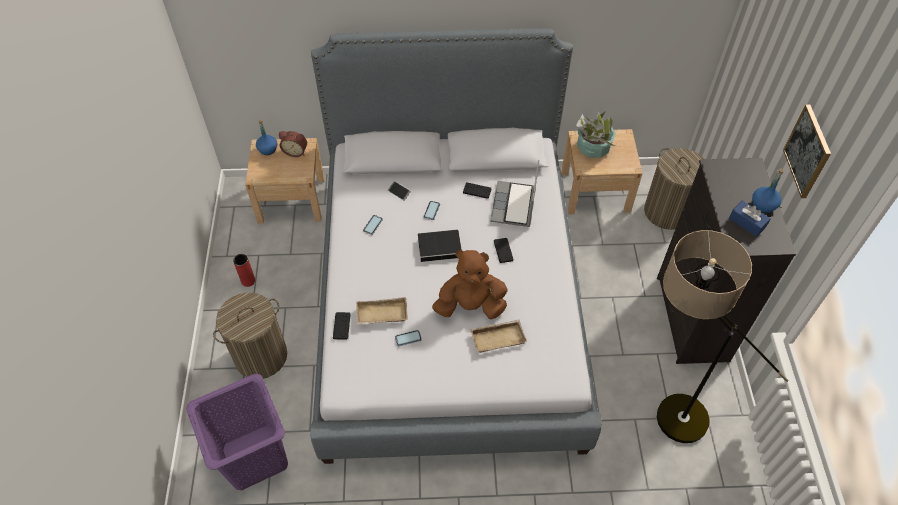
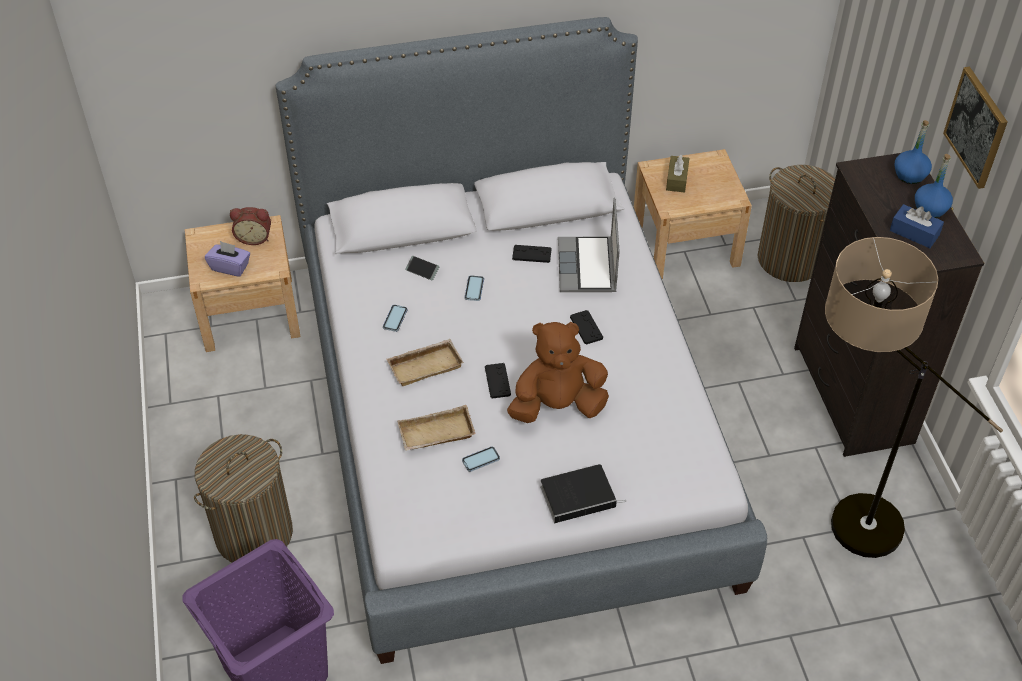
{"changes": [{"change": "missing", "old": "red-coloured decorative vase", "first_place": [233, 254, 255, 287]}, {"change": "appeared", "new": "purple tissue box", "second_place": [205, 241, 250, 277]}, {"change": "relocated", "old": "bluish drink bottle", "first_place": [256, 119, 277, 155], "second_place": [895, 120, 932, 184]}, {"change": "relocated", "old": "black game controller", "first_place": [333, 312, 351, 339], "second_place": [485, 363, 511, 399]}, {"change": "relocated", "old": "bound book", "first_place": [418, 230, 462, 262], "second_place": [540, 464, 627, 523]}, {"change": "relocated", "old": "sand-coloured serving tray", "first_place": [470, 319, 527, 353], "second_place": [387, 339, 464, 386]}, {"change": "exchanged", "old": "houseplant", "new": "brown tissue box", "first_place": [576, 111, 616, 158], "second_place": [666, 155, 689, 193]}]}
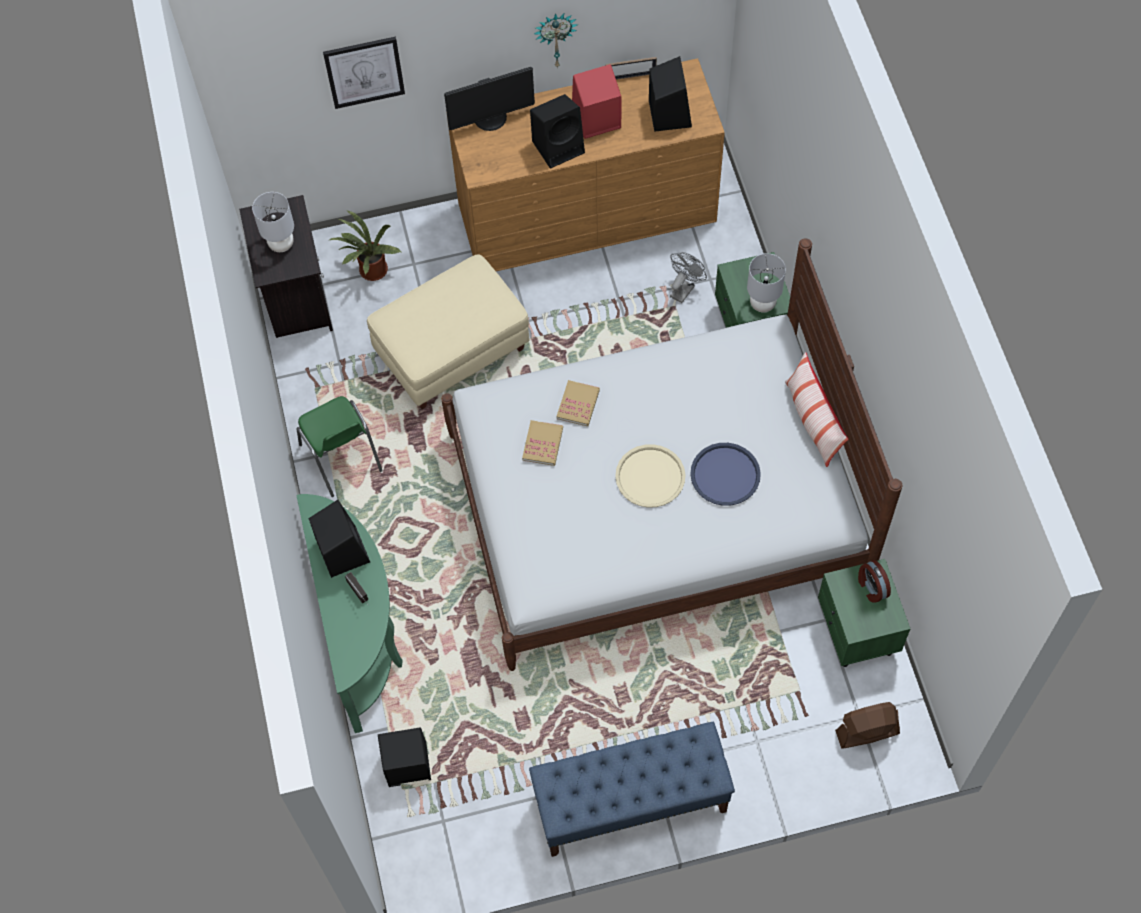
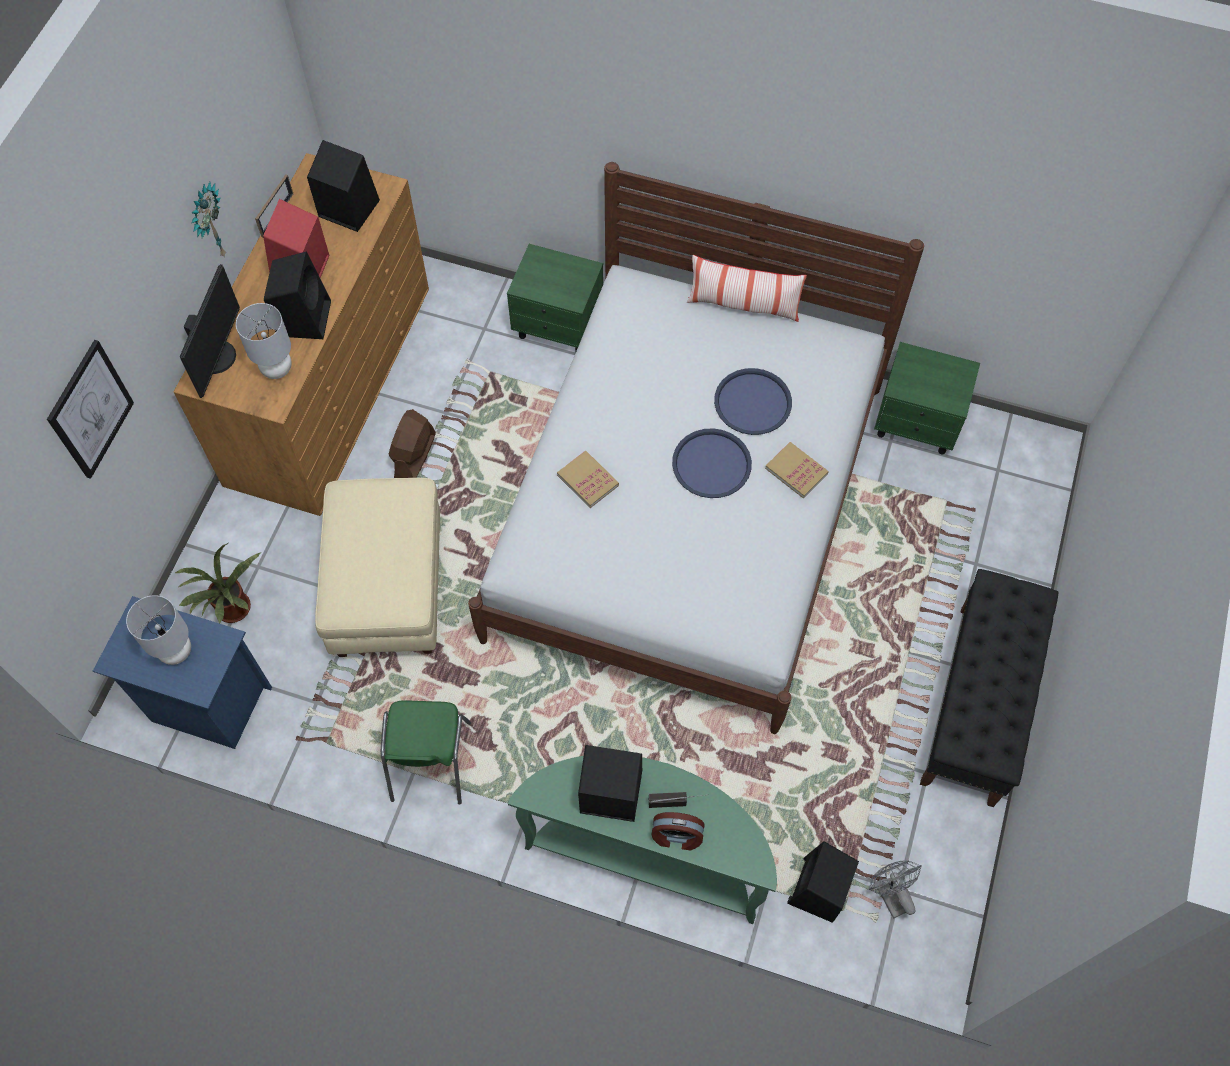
{"changes": [{"change": "relocated", "old": "bound book", "first_place": [522, 420, 563, 466], "second_place": [765, 442, 829, 499]}, {"change": "relocated", "old": "greyish fan", "first_place": [670, 252, 707, 303], "second_place": [869, 860, 922, 919]}, {"change": "relocated", "old": "greyish lamp for a table", "first_place": [747, 253, 786, 312], "second_place": [236, 303, 292, 379]}, {"change": "relocated", "old": "brown fan", "first_place": [835, 702, 900, 748], "second_place": [389, 409, 436, 478]}, {"change": "relocated", "old": "bedside clock", "first_place": [858, 560, 891, 603], "second_place": [651, 812, 705, 851]}, {"change": "colour", "old": "black bedside table", "new": "bluish bedside table", "first_place": [239, 195, 333, 338], "second_place": [93, 596, 272, 749]}, {"change": "colour", "old": "bluish indoor bench", "new": "black indoor bench", "first_place": [529, 722, 735, 857], "second_place": [920, 569, 1059, 807]}, {"change": "colour", "old": "sand-coloured serving tray", "new": "bluish serving tray", "first_place": [615, 444, 685, 507], "second_place": [672, 428, 752, 498]}, {"change": "spun", "old": "green upright chair", "first_place": [297, 396, 383, 497], "second_place": [381, 700, 471, 805], "degrees": 90}]}
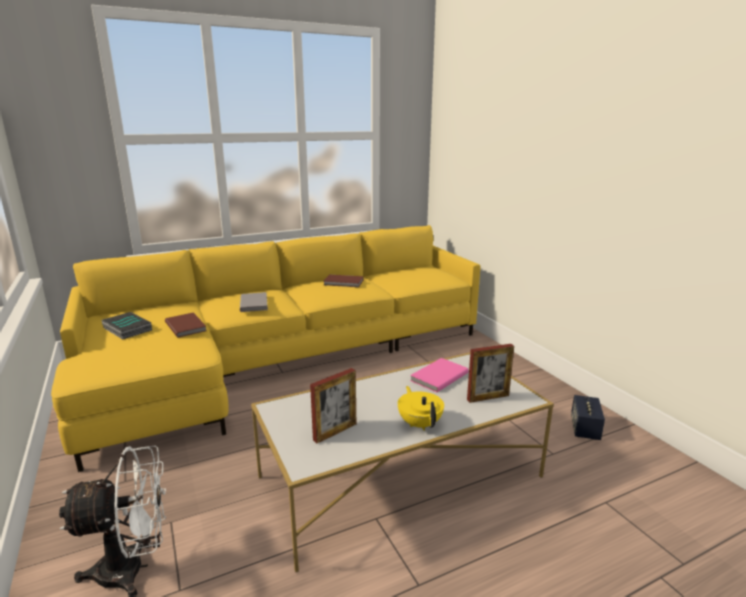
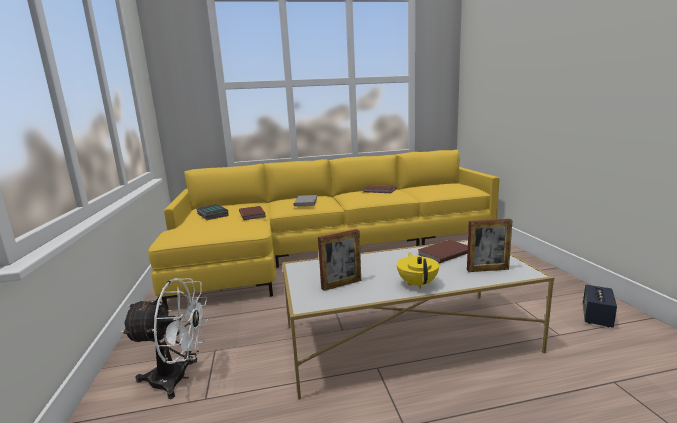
{"changes": [{"change": "colour", "old": "pink bound book", "new": "brown bound book", "first_place": [410, 358, 469, 393], "second_place": [418, 240, 468, 264]}]}
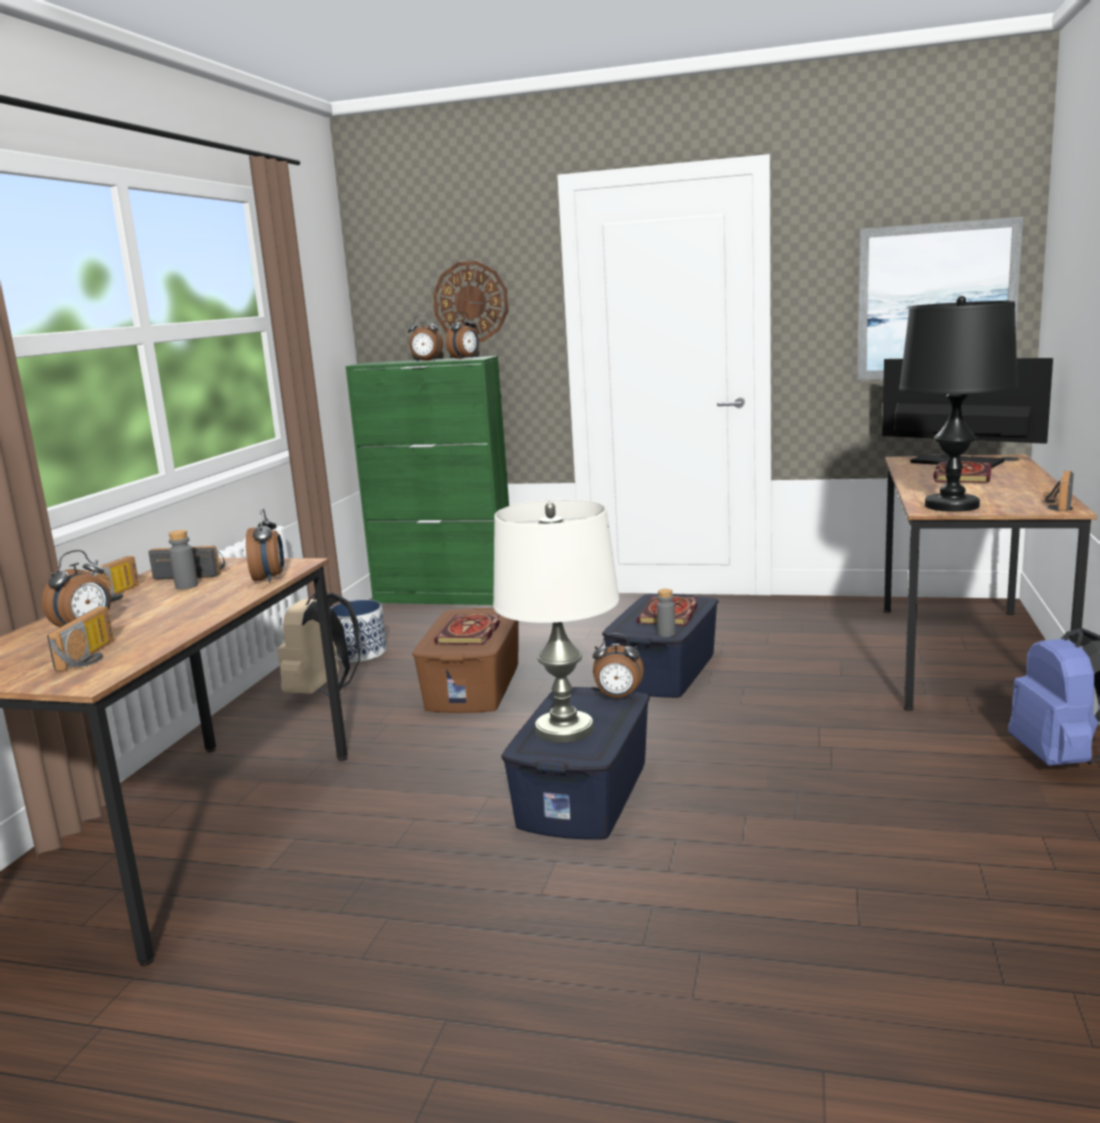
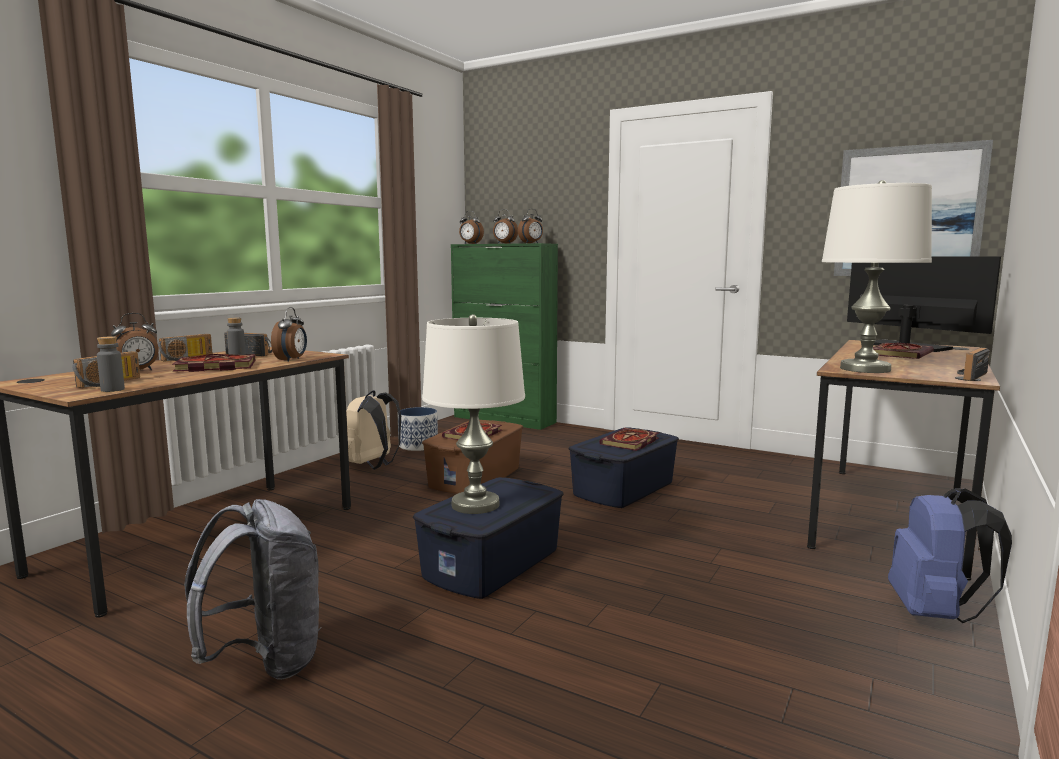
{"changes": [{"change": "missing", "old": "wall clock", "first_place": [433, 261, 509, 342]}, {"change": "appeared", "new": "bound book", "second_place": [172, 354, 255, 372]}, {"change": "appeared", "new": "greyish rucksack", "second_place": [184, 499, 322, 680]}, {"change": "relocated", "old": "bedside clock", "first_place": [593, 633, 644, 698], "second_place": [459, 211, 484, 244]}, {"change": "relocated", "old": "greyish drink bottle", "first_place": [657, 589, 675, 637], "second_place": [97, 336, 125, 392]}, {"change": "colour", "old": "black lamp for a table", "new": "whitish lamp for a table", "first_place": [899, 296, 1018, 512], "second_place": [822, 180, 932, 373]}]}
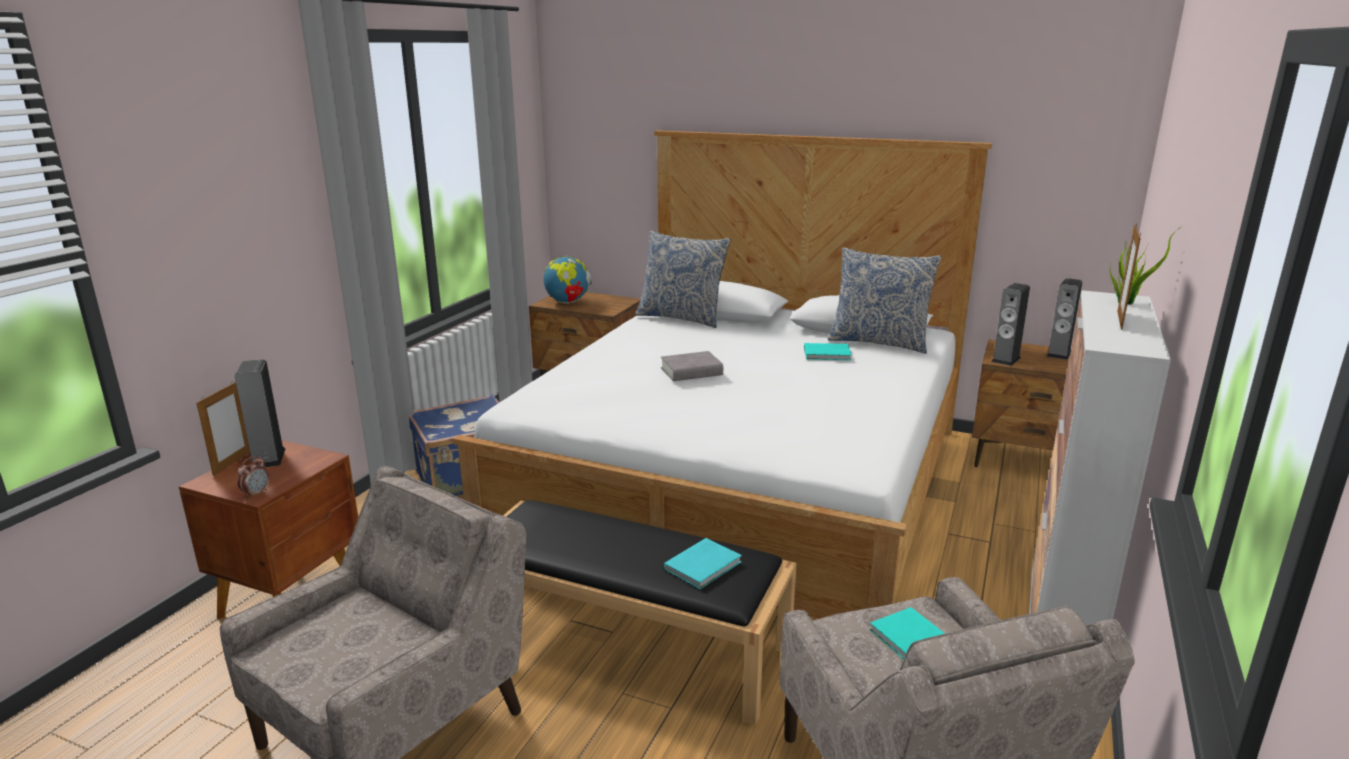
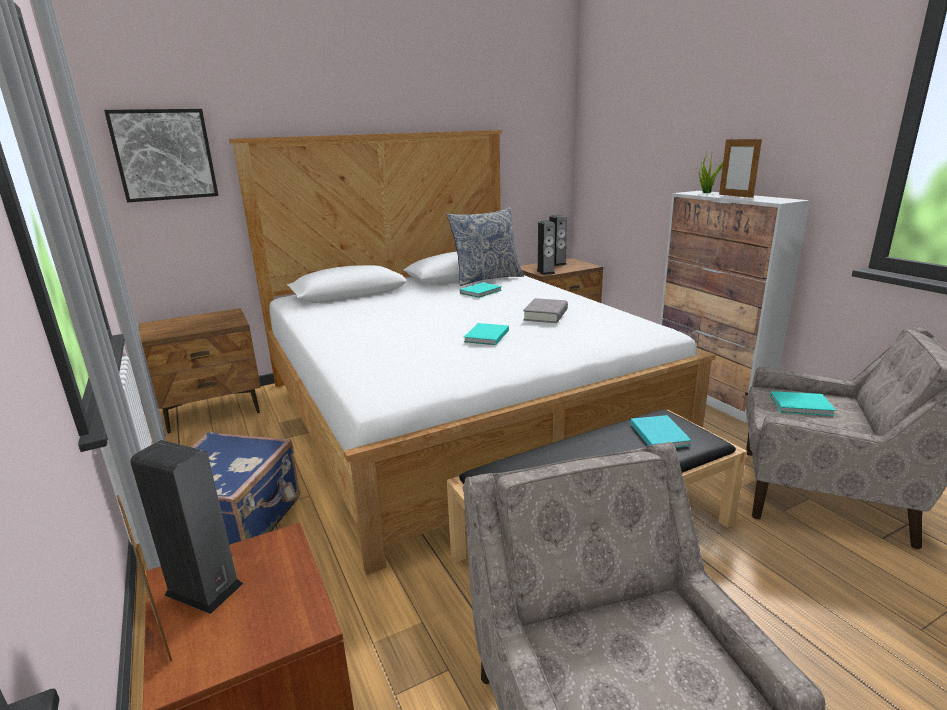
{"changes": [{"change": "missing", "old": "bedside clock", "first_place": [237, 456, 269, 499]}, {"change": "missing", "old": "world globe", "first_place": [543, 256, 591, 304]}, {"change": "missing", "old": "throw pillow", "first_place": [635, 231, 731, 328]}, {"change": "appeared", "new": "wall art", "second_place": [104, 109, 219, 202]}, {"change": "appeared", "new": "turquoise bound book", "second_place": [464, 323, 509, 345]}, {"change": "relocated", "old": "greyish bound book", "first_place": [661, 351, 723, 381], "second_place": [523, 298, 568, 323]}]}
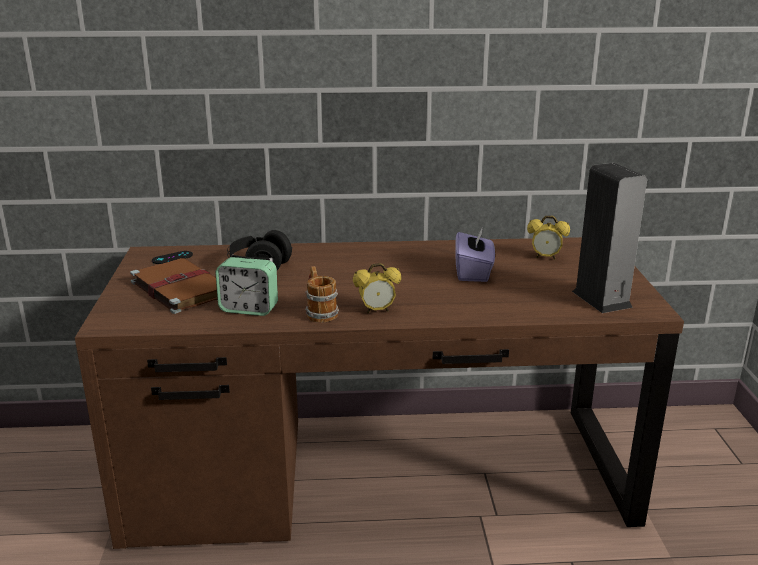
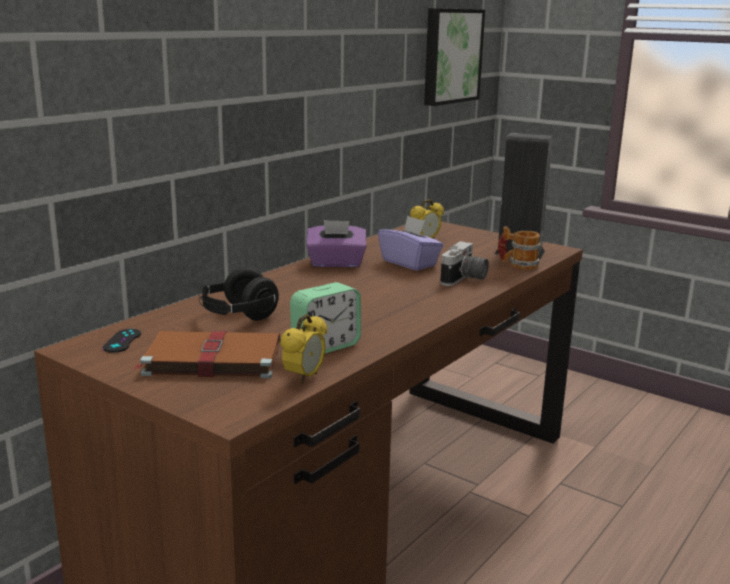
{"changes": [{"change": "appeared", "new": "purple tissue box", "second_place": [306, 220, 366, 267]}, {"change": "appeared", "new": "wall art", "second_place": [424, 8, 485, 106]}, {"change": "appeared", "new": "still camera", "second_place": [440, 241, 489, 286]}, {"change": "relocated", "old": "tea mug", "first_place": [305, 266, 339, 323], "second_place": [498, 226, 541, 270]}, {"change": "relocated", "old": "bedside clock", "first_place": [353, 263, 401, 314], "second_place": [280, 314, 327, 384]}]}
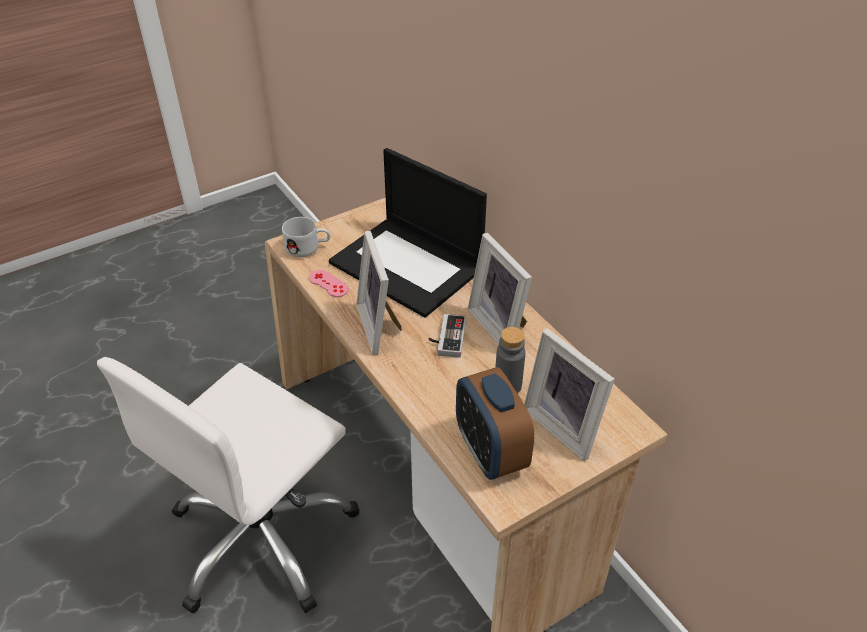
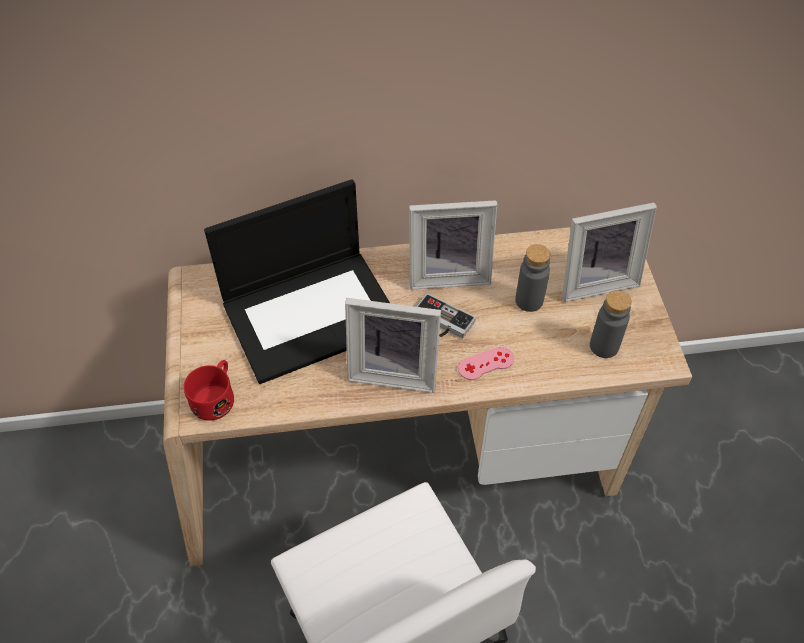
{"changes": [{"change": "relocated", "old": "pink game controller", "first_place": [309, 270, 349, 297], "second_place": [458, 347, 514, 380]}, {"change": "exchanged", "old": "bedside clock", "new": "greyish drink bottle", "first_place": [456, 367, 534, 480], "second_place": [590, 290, 632, 358]}, {"change": "colour", "old": "whitish tea mug", "new": "red-coloured tea mug", "first_place": [282, 217, 330, 257], "second_place": [184, 360, 234, 421]}]}
